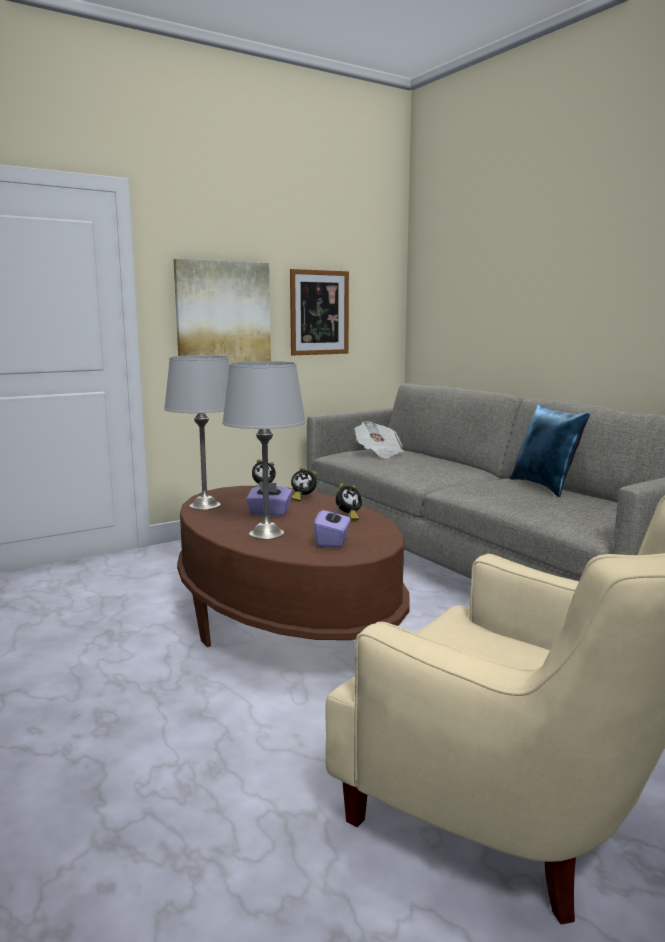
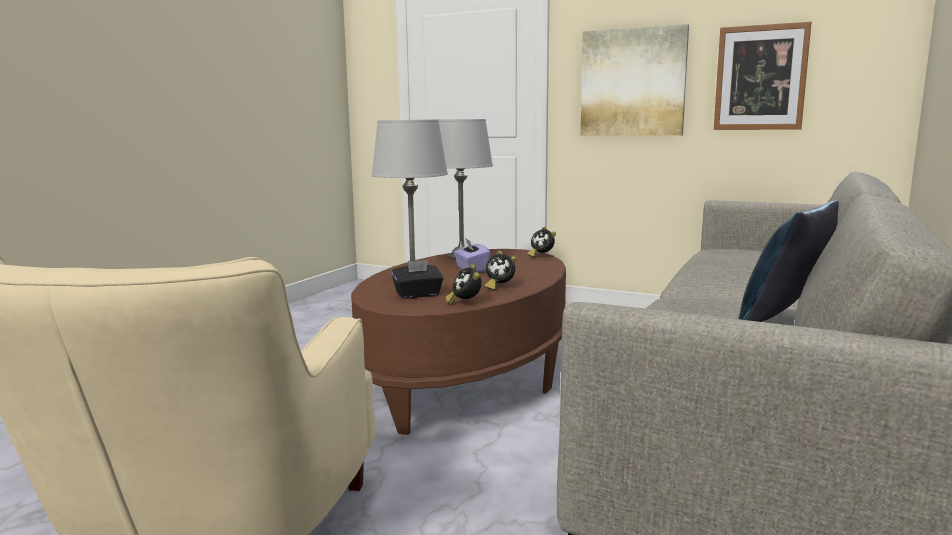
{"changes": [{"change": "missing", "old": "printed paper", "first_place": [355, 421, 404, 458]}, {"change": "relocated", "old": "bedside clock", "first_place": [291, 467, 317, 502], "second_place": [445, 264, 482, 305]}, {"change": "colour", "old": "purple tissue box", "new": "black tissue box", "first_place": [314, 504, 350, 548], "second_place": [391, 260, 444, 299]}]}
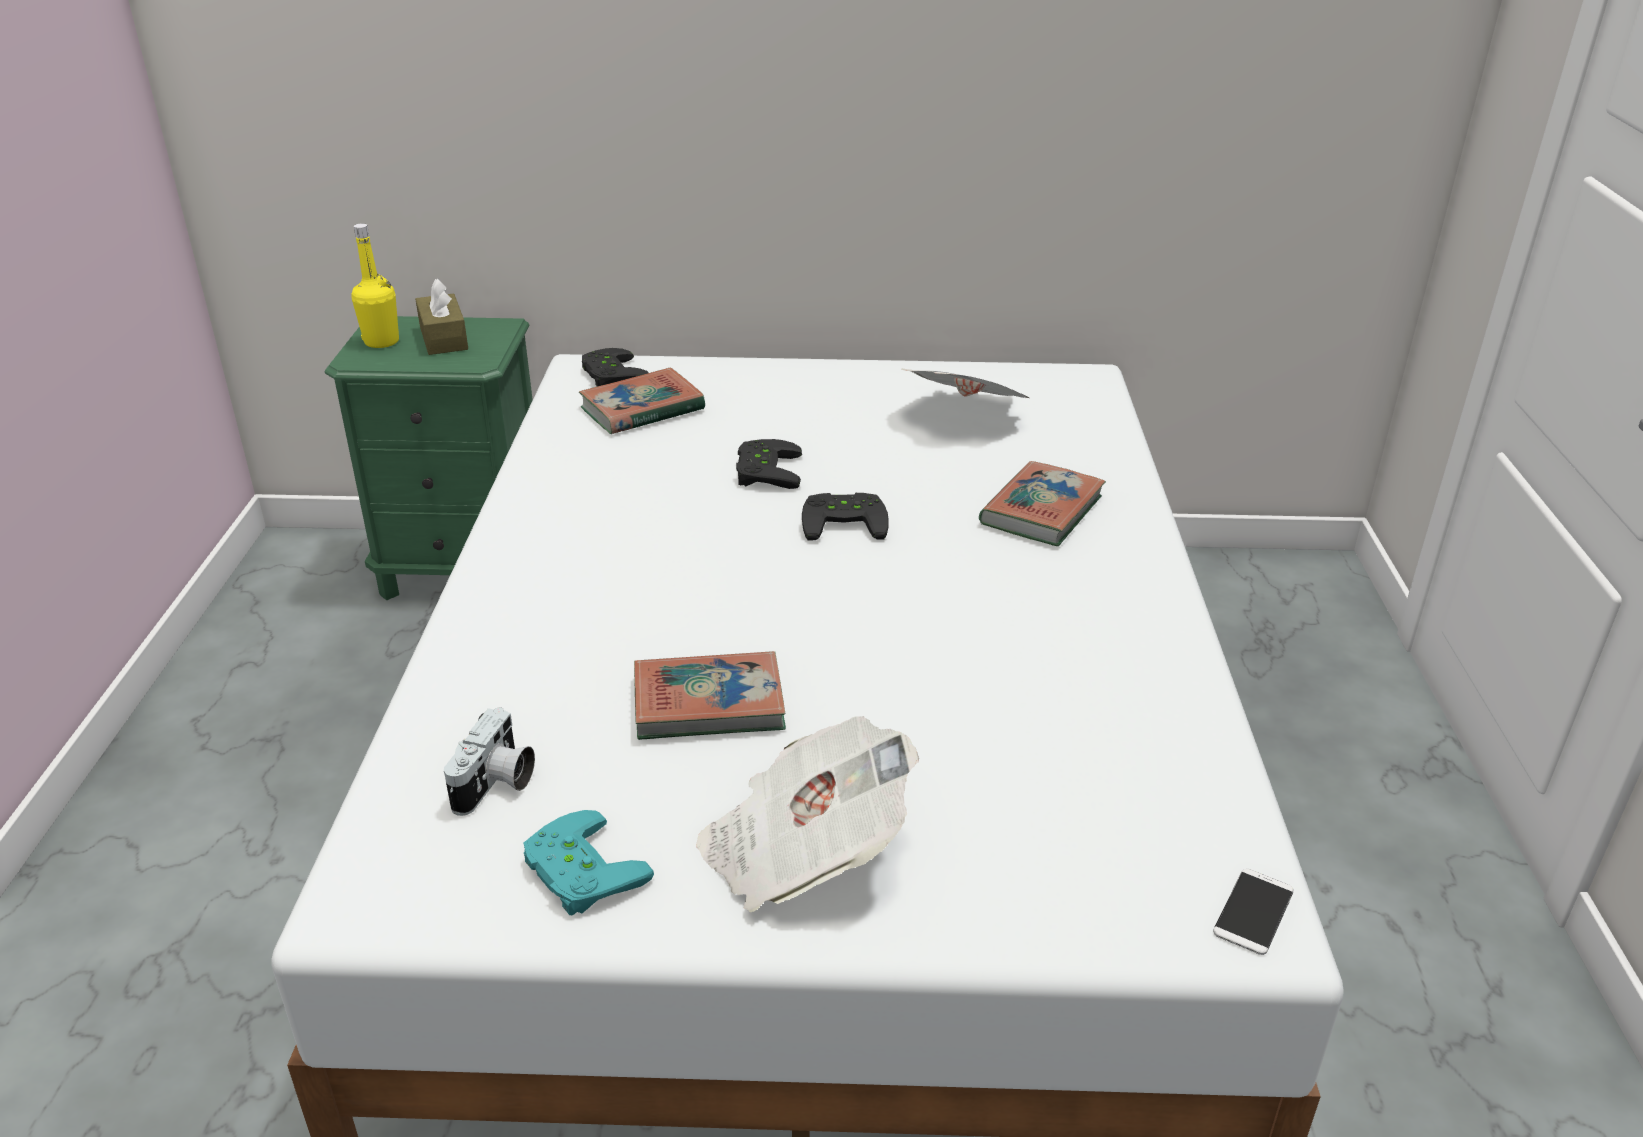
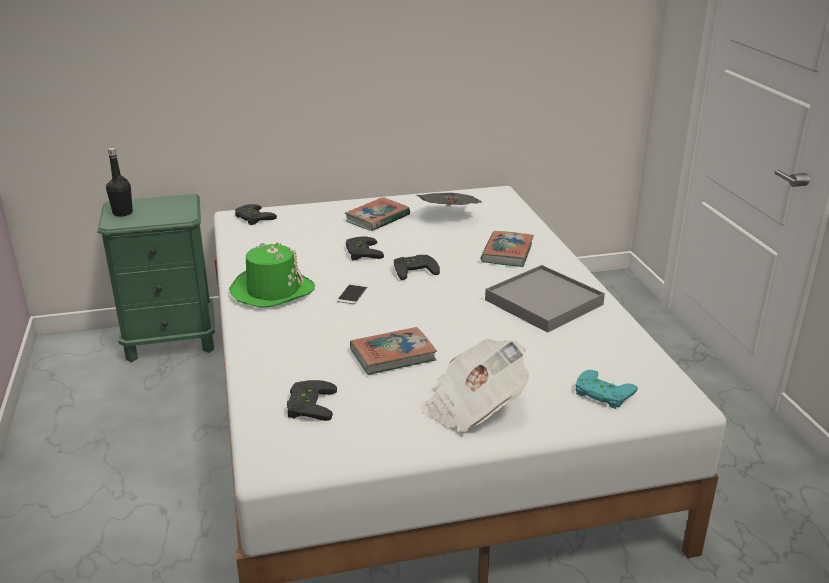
{"changes": [{"change": "missing", "old": "brown tissue box", "first_place": [415, 279, 468, 355]}, {"change": "appeared", "new": "green clothing hat", "second_place": [229, 242, 315, 308]}, {"change": "appeared", "new": "greyish serving tray", "second_place": [485, 265, 605, 333]}, {"change": "relocated", "old": "turquoise game controller", "first_place": [524, 810, 654, 916], "second_place": [576, 370, 638, 409]}, {"change": "relocated", "old": "bound book", "first_place": [579, 368, 705, 434], "second_place": [345, 197, 410, 231]}, {"change": "relocated", "old": "handset", "first_place": [1213, 869, 1294, 955], "second_place": [337, 284, 367, 304]}, {"change": "exchanged", "old": "still camera", "new": "black game controller", "first_place": [444, 707, 535, 816], "second_place": [287, 380, 337, 421]}, {"change": "colour", "old": "yellowish drink bottle", "new": "black drink bottle", "first_place": [351, 223, 399, 348], "second_place": [106, 148, 133, 217]}]}
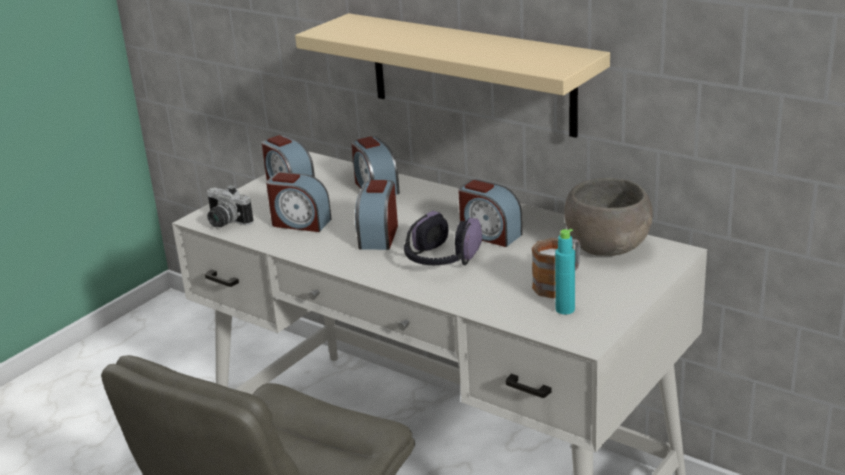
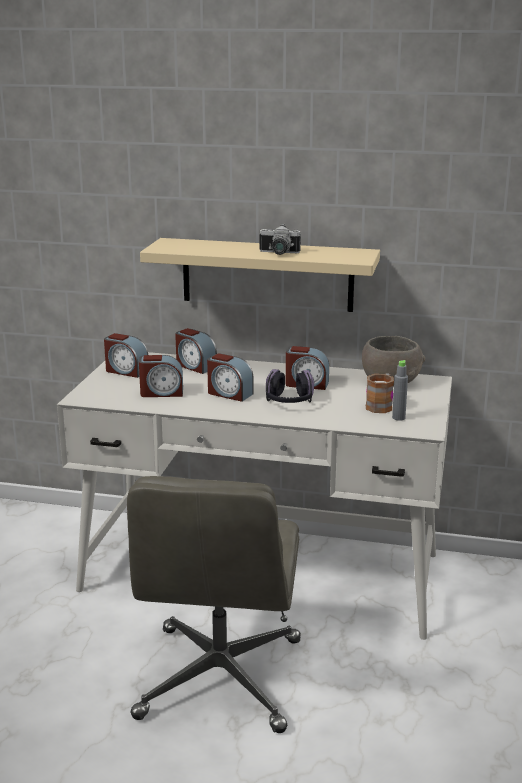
{"changes": [{"change": "relocated", "old": "still camera", "first_place": [206, 185, 253, 227], "second_place": [259, 224, 301, 255]}, {"change": "colour", "old": "turquoise drink bottle", "new": "greyish drink bottle", "first_place": [555, 229, 575, 315], "second_place": [392, 360, 408, 421]}, {"change": "spun", "old": "bedside clock", "first_place": [355, 180, 398, 250], "second_place": [207, 353, 254, 402], "degrees": -45}]}
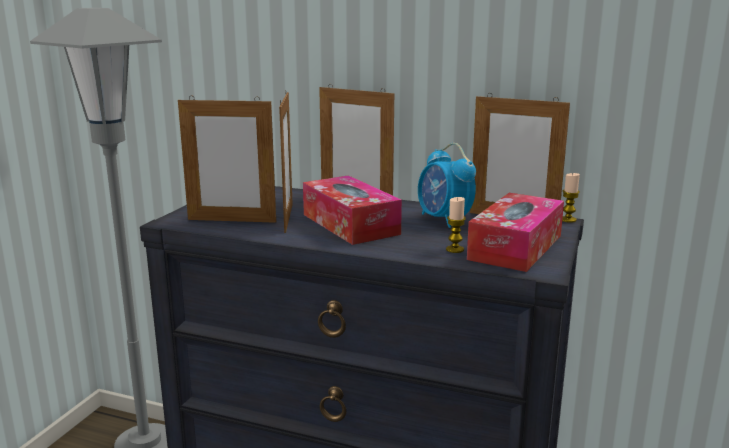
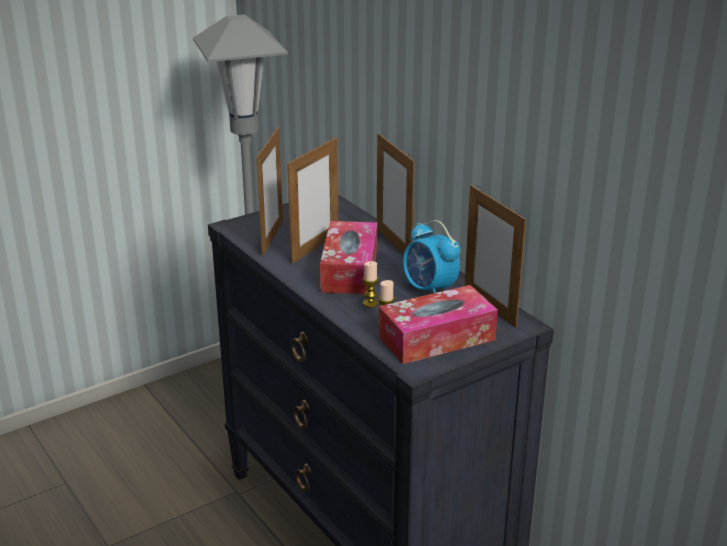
{"changes": [{"change": "relocated", "old": "wax candle", "first_place": [562, 173, 580, 223], "second_place": [363, 261, 379, 308]}, {"change": "spun", "old": "standing frame", "first_place": [178, 96, 276, 223], "second_place": [256, 127, 283, 256], "degrees": -120}, {"change": "spun", "old": "bedside clock", "first_place": [418, 143, 476, 228], "second_place": [403, 220, 460, 293], "degrees": -45}]}
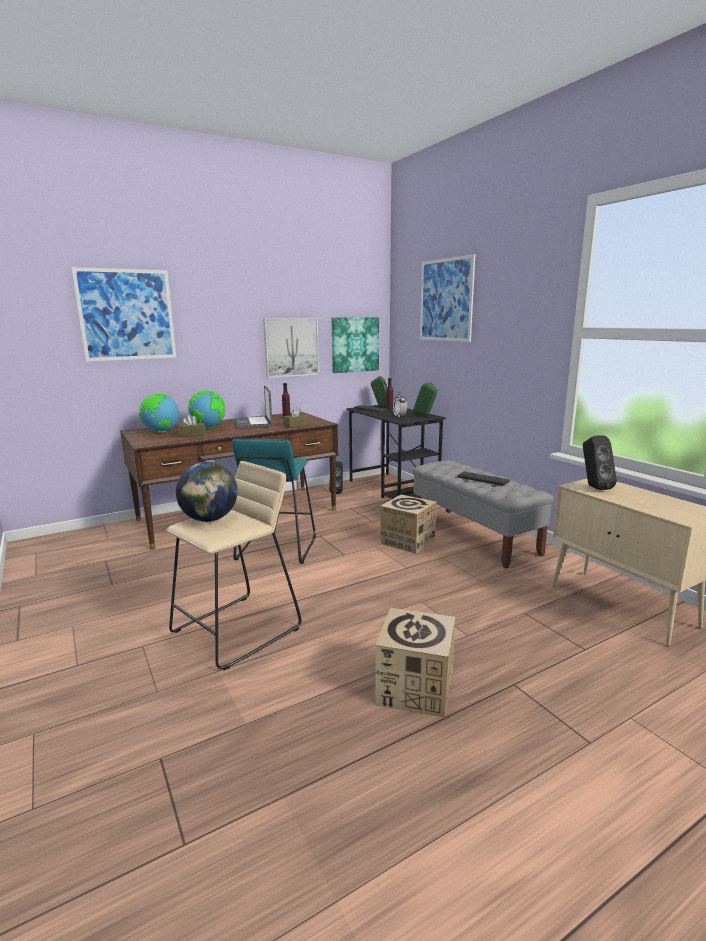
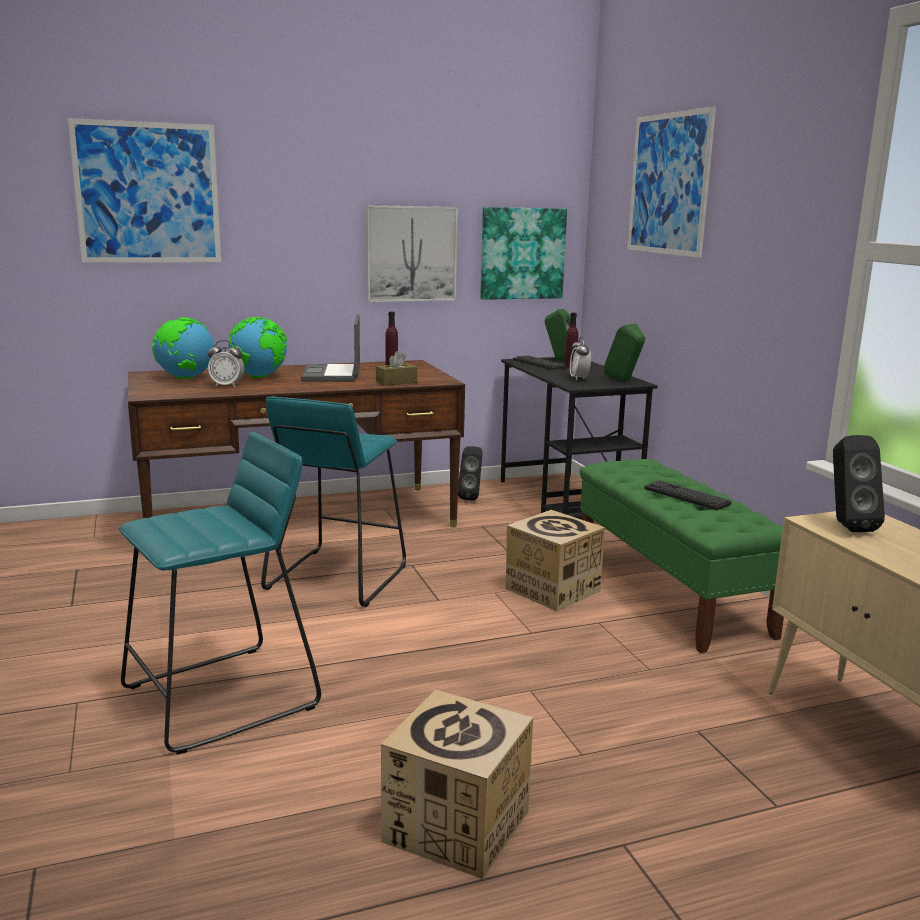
{"changes": [{"change": "missing", "old": "world globe", "first_place": [176, 462, 238, 522]}, {"change": "exchanged", "old": "brown tissue box", "new": "bedside clock", "first_place": [177, 415, 206, 437], "second_place": [208, 340, 244, 388]}, {"change": "colour", "old": "sand-coloured stool seat", "new": "turquoise stool seat", "first_place": [166, 461, 302, 670], "second_place": [119, 432, 321, 755]}, {"change": "colour", "old": "greyish indoor bench", "new": "green indoor bench", "first_place": [412, 460, 554, 568], "second_place": [580, 459, 784, 653]}]}
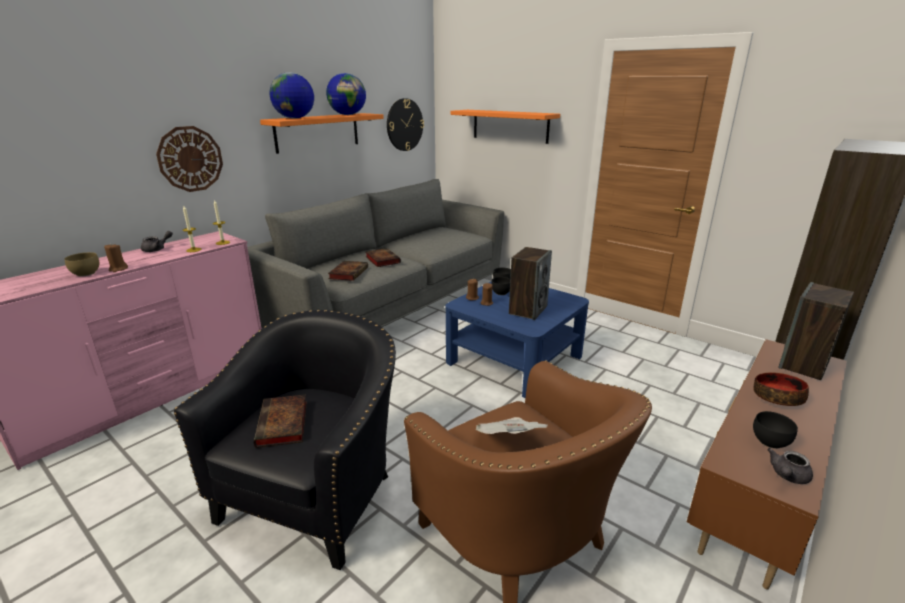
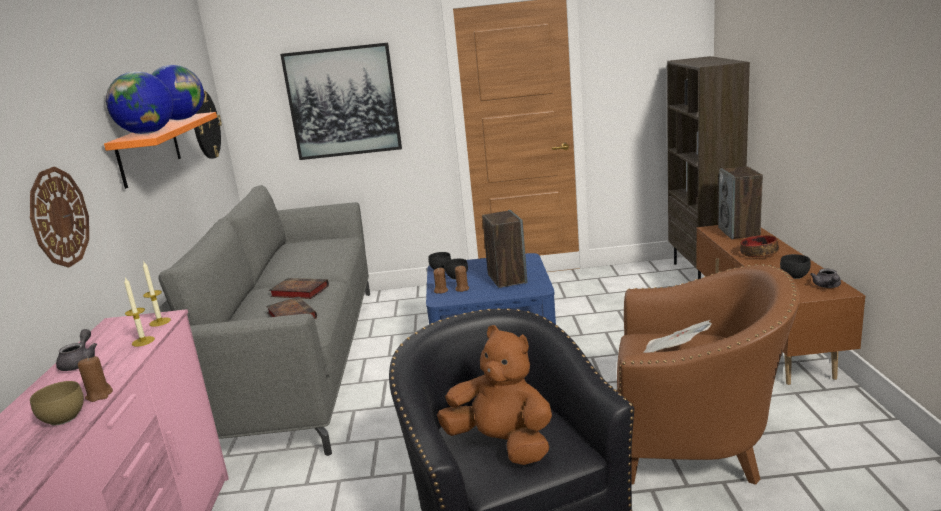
{"changes": [{"change": "exchanged", "old": "bound book", "new": "brown soft toy", "first_place": [254, 395, 307, 448], "second_place": [437, 325, 552, 465]}, {"change": "exchanged", "old": "orangey wall shelf", "new": "wall art", "first_place": [451, 110, 560, 144], "second_place": [280, 42, 402, 160]}]}
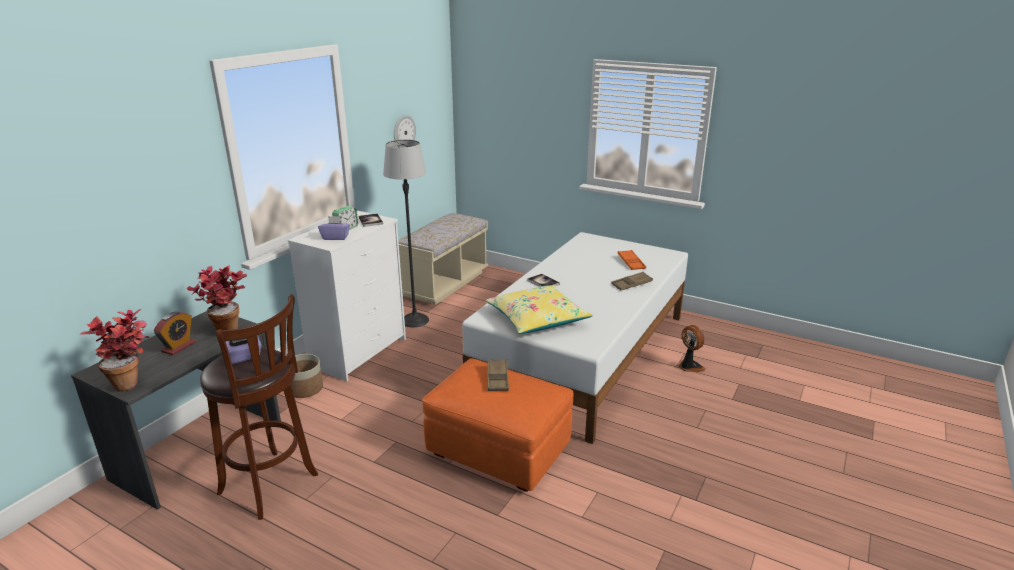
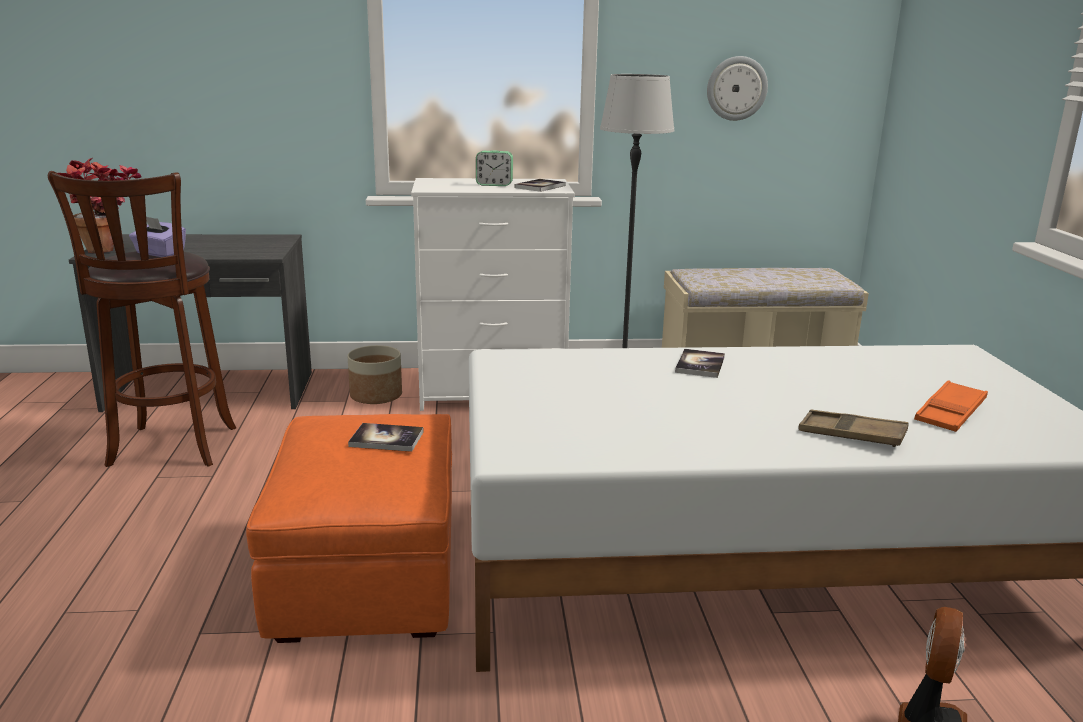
{"changes": [{"change": "missing", "old": "bedside clock", "first_place": [154, 311, 196, 355]}, {"change": "missing", "old": "houseplant", "first_place": [187, 265, 247, 330]}, {"change": "missing", "old": "purple tissue box", "first_place": [318, 216, 350, 240]}, {"change": "missing", "old": "yellowish throw pillow", "first_place": [486, 285, 593, 334]}, {"change": "exchanged", "old": "brown serving tray", "new": "bound book", "first_place": [487, 359, 509, 391], "second_place": [348, 423, 424, 452]}]}
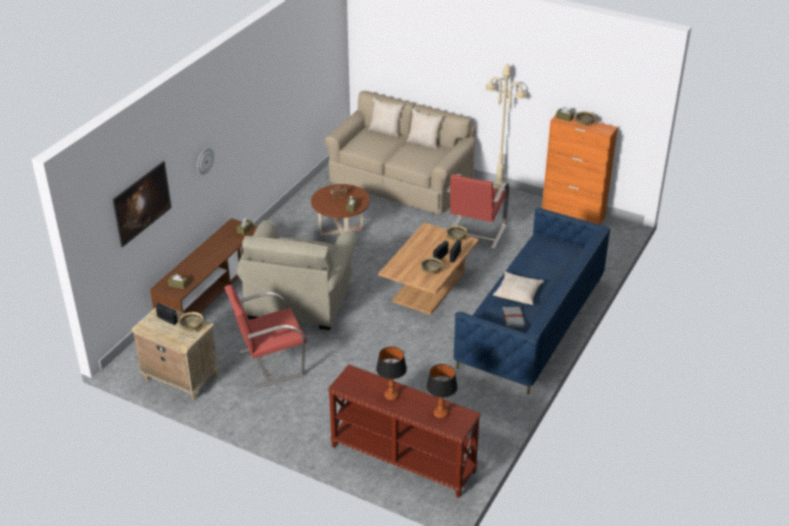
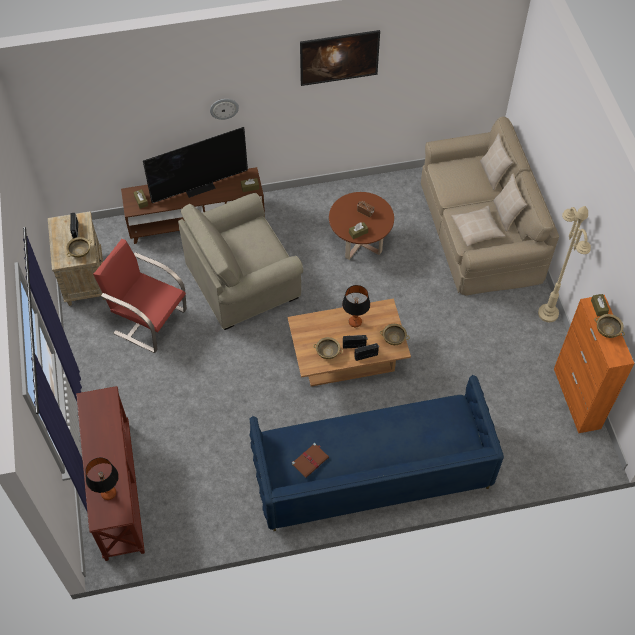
{"changes": [{"change": "missing", "old": "red-coloured lounge chair", "first_place": [447, 174, 509, 249]}, {"change": "appeared", "new": "TV", "second_place": [143, 127, 248, 203]}, {"change": "relocated", "old": "wall art", "first_place": [112, 161, 172, 247], "second_place": [300, 30, 380, 86]}, {"change": "relocated", "old": "lamp for a table", "first_place": [376, 347, 407, 400], "second_place": [342, 285, 370, 327]}, {"change": "relocated", "old": "sand-coloured throw pillow", "first_place": [493, 271, 544, 305], "second_place": [451, 205, 505, 247]}, {"change": "colour", "old": "greyish bound book", "new": "brown bound book", "first_place": [502, 307, 526, 328], "second_place": [292, 443, 329, 478]}]}
